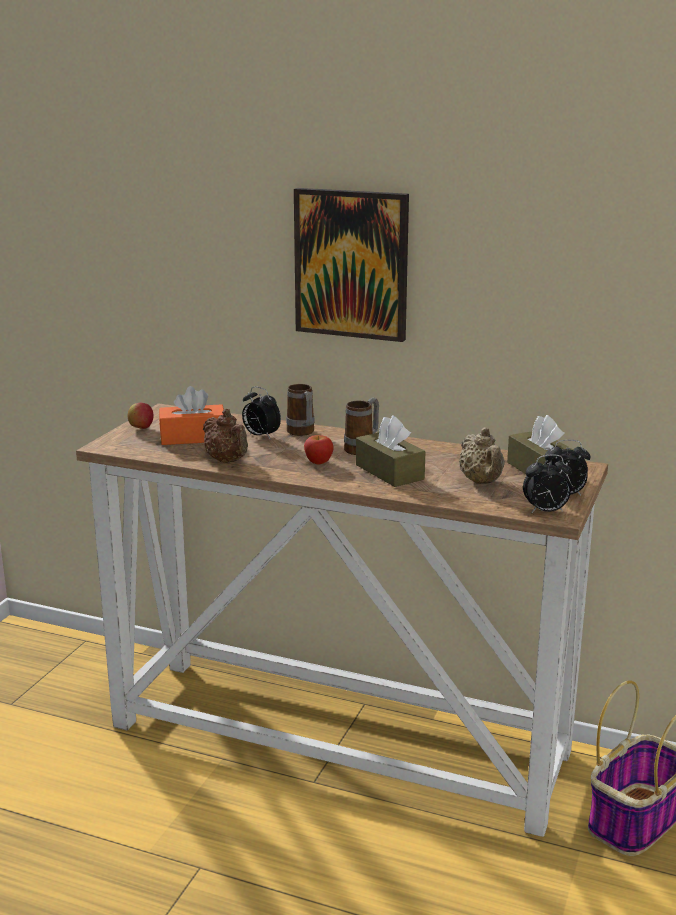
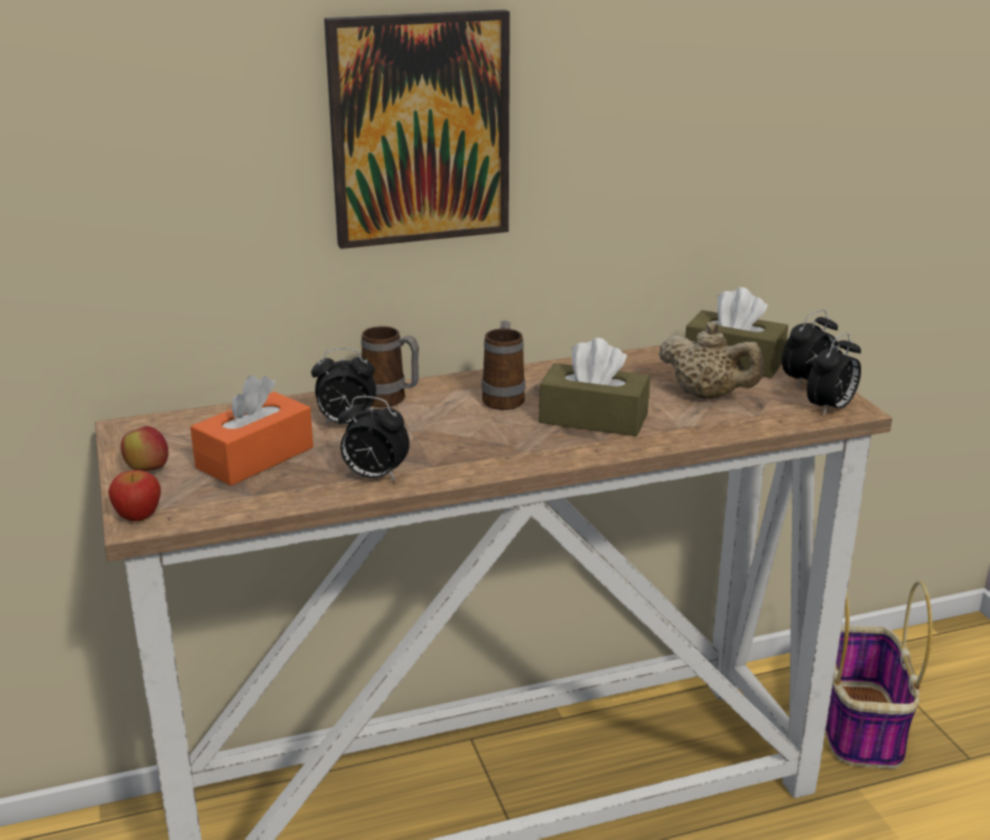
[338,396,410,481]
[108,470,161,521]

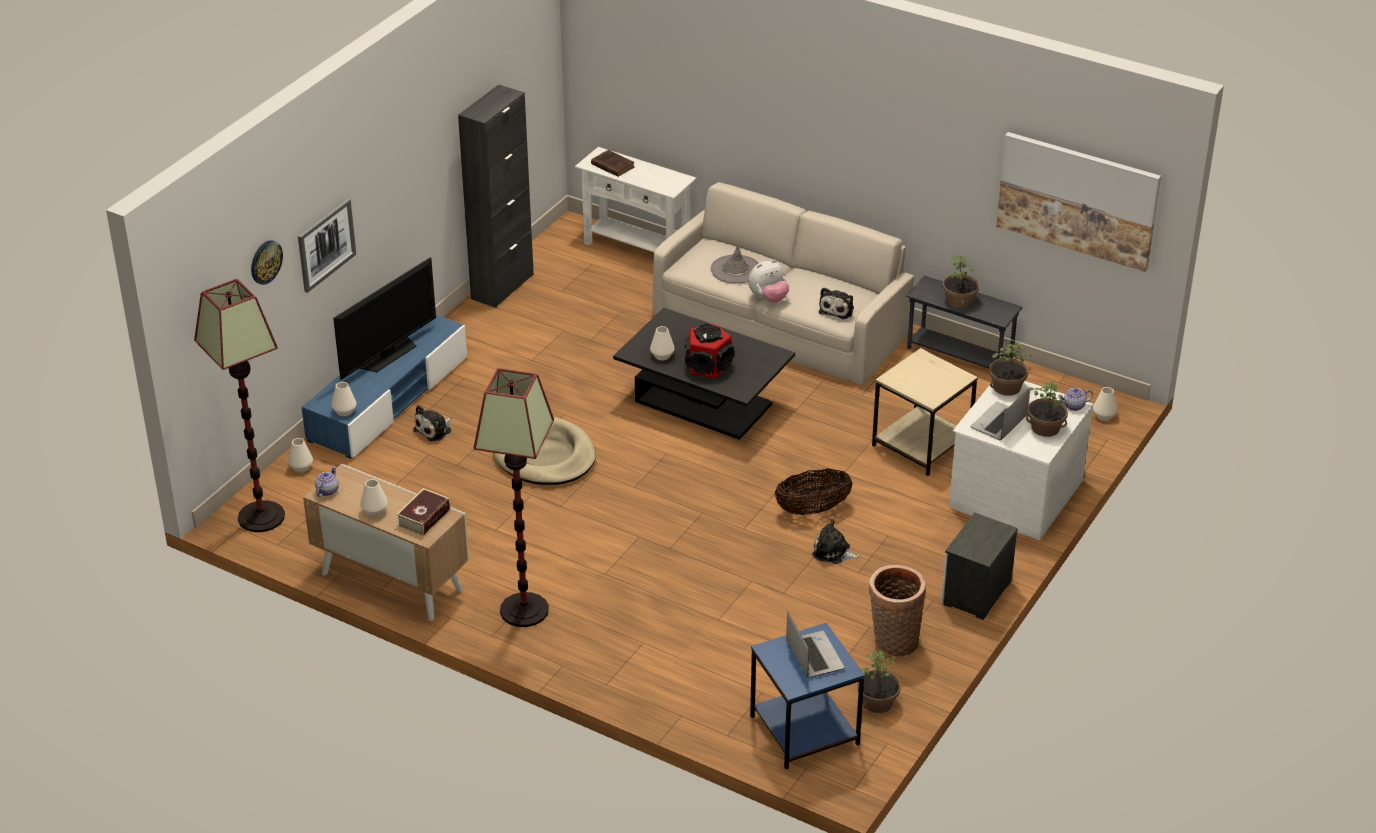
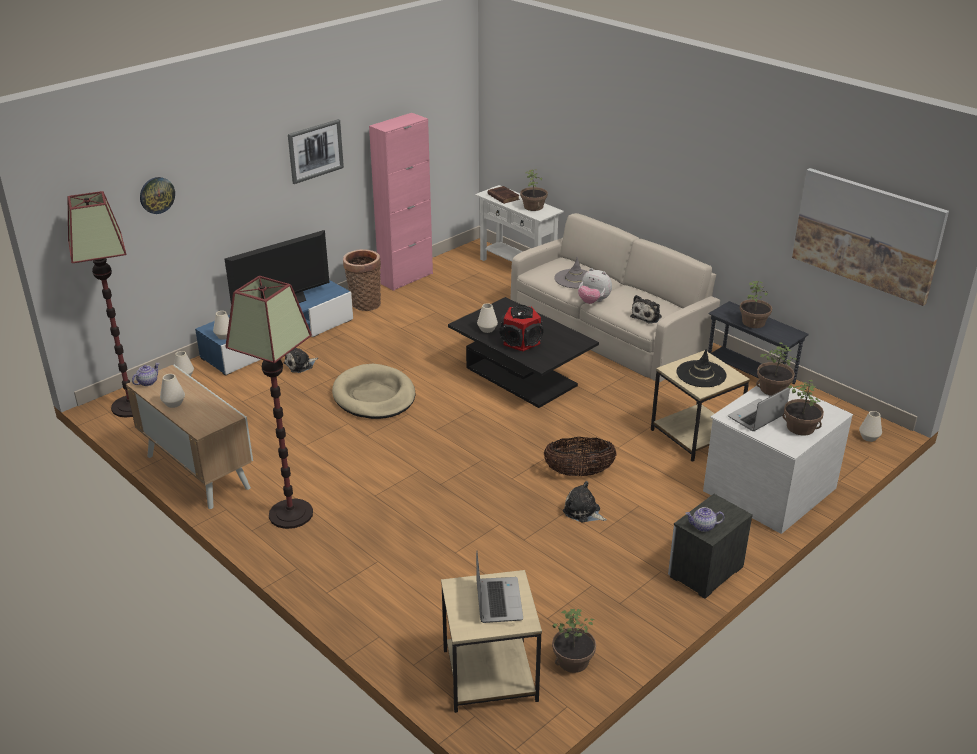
[369,113,433,291]
[288,119,344,184]
[578,268,612,304]
[685,507,724,532]
[396,488,450,536] (first image)
[343,249,381,311]
[441,570,542,713]
[520,169,548,211]
[677,349,727,387]

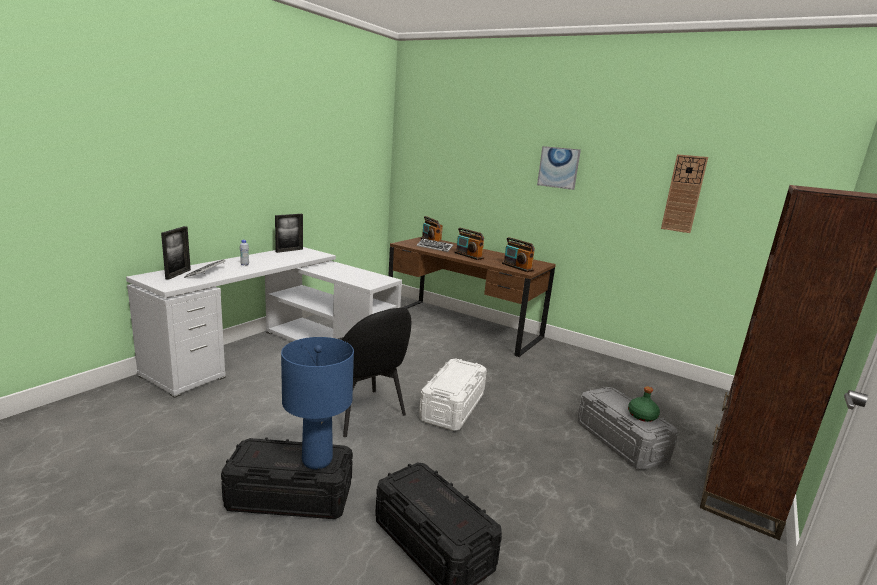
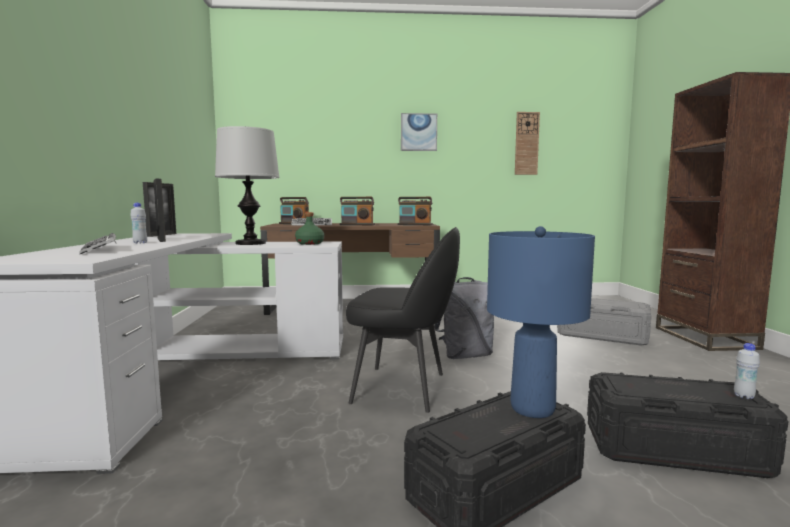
[154,179,166,242]
[434,277,494,359]
[295,212,325,245]
[215,126,280,245]
[734,343,760,399]

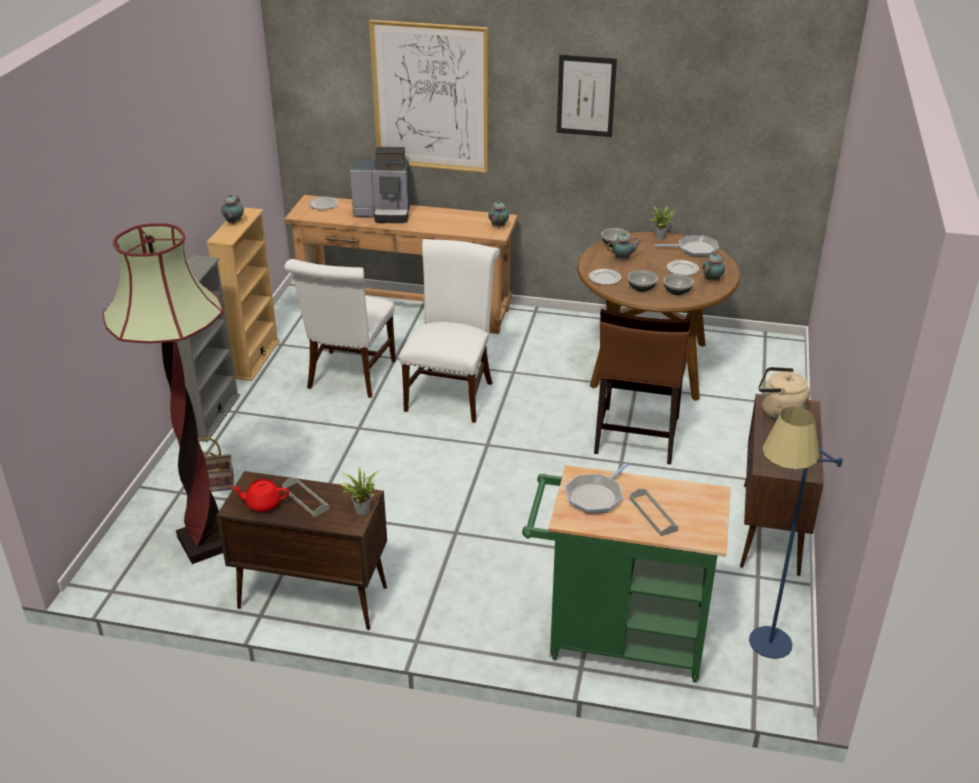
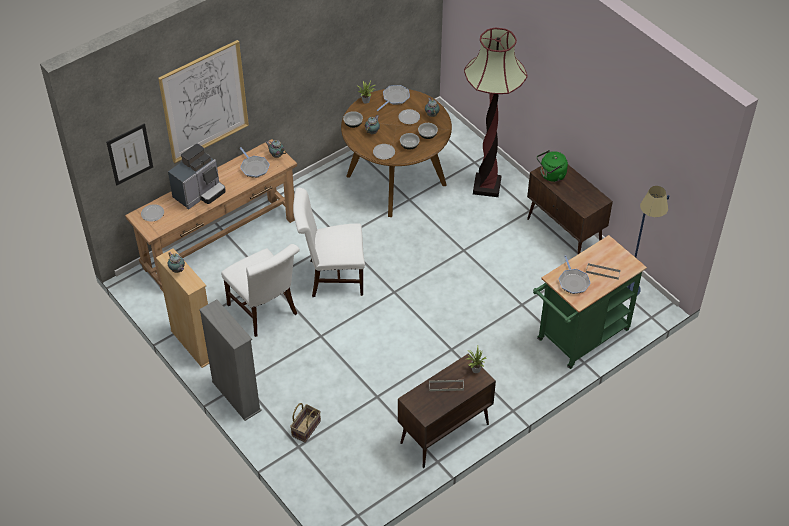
[106,123,153,186]
[464,28,527,197]
[293,188,365,297]
[594,309,691,465] (first image)
[537,150,568,182]
[231,479,289,512] (first image)
[240,147,270,178]

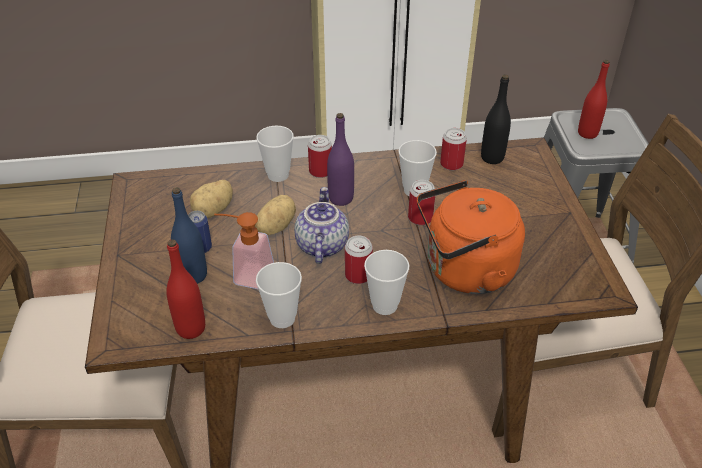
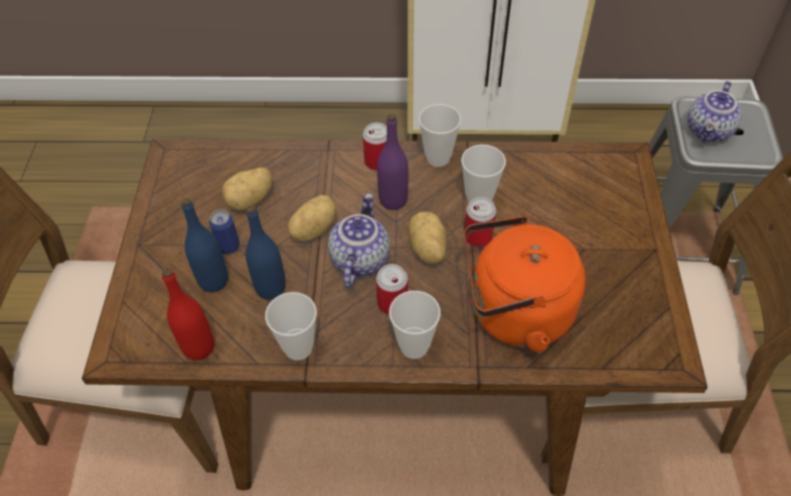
[688,81,742,143]
[481,74,511,164] (first image)
[419,104,461,167]
[440,128,467,170] (first image)
[246,205,286,300]
[409,212,447,264]

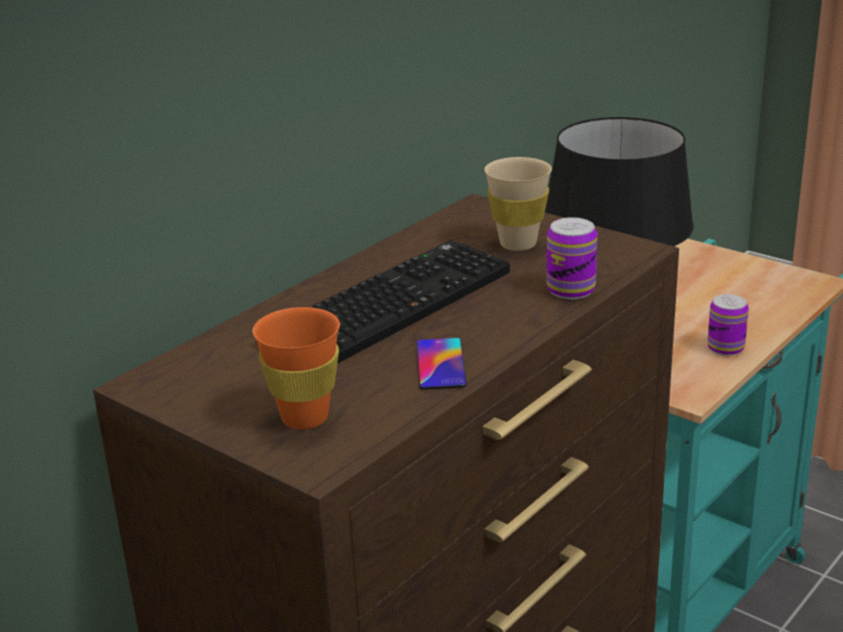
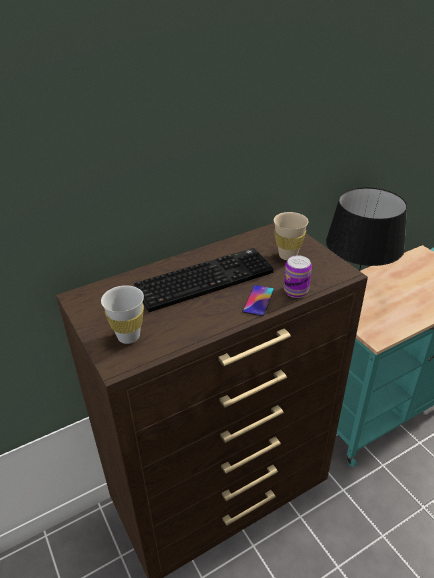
[707,294,749,356] (first image)
[101,285,144,344]
[242,285,274,316]

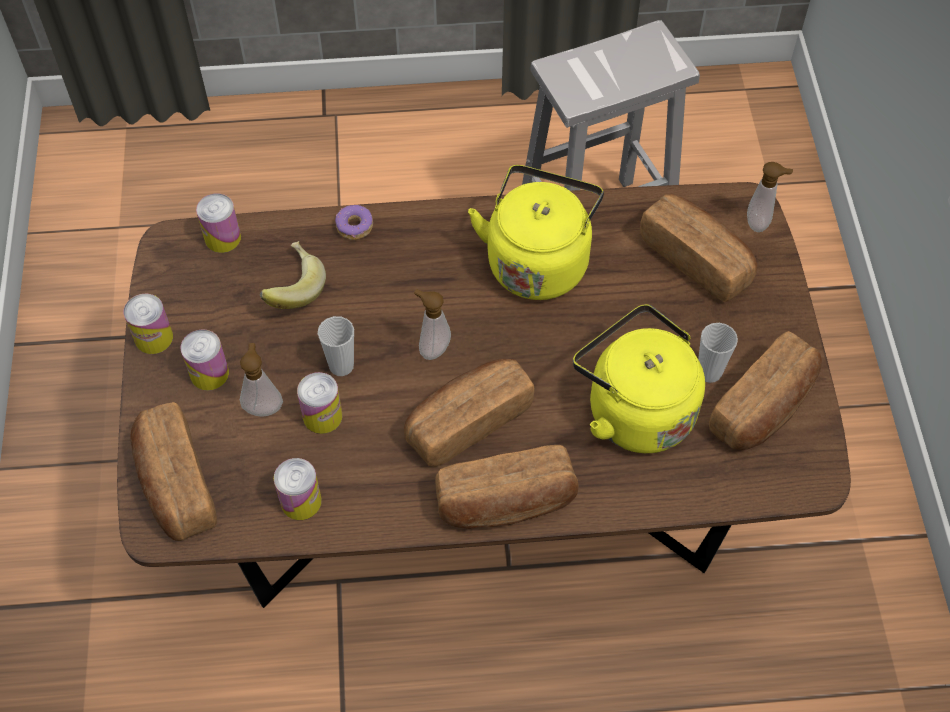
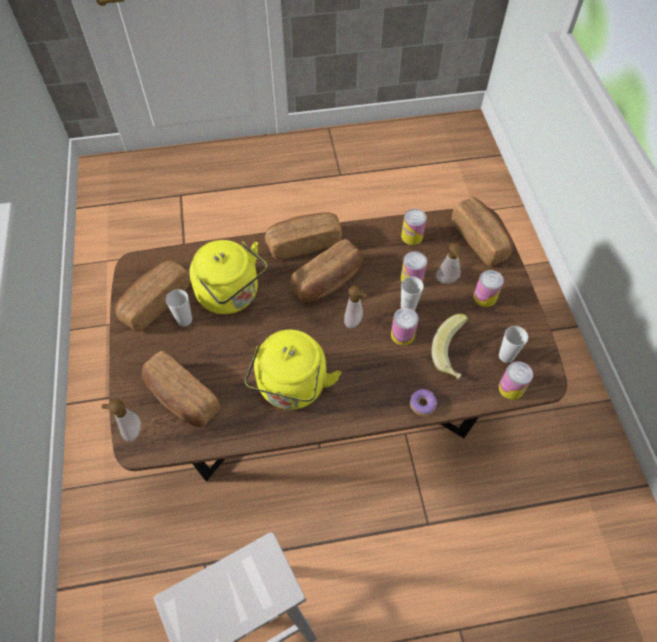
[391,308,419,345]
[499,326,528,363]

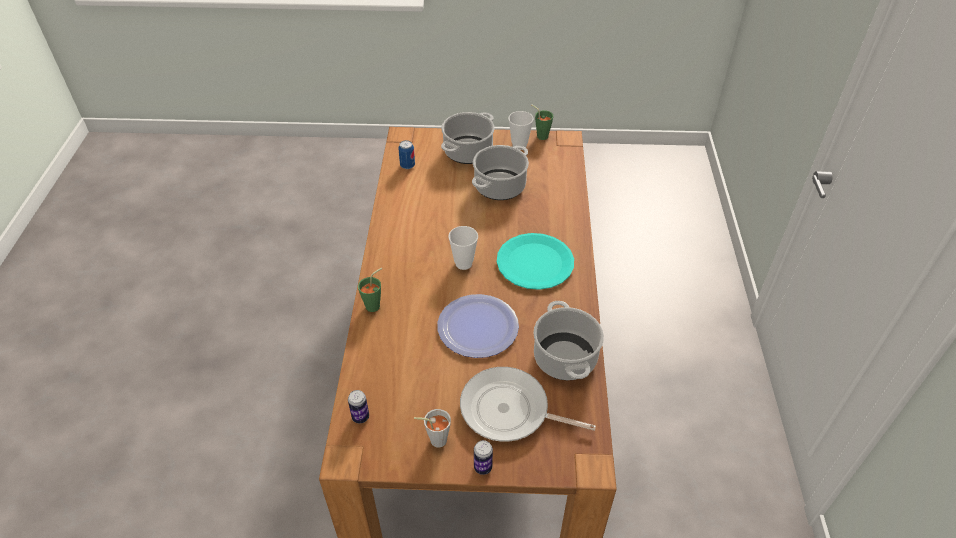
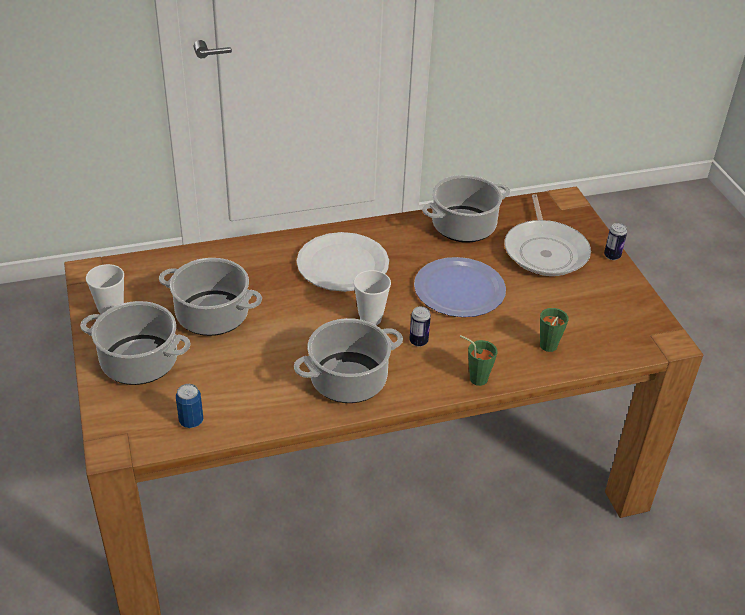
[540,308,568,352]
[296,232,389,292]
[409,306,431,347]
[414,409,451,447] (first image)
[294,318,403,403]

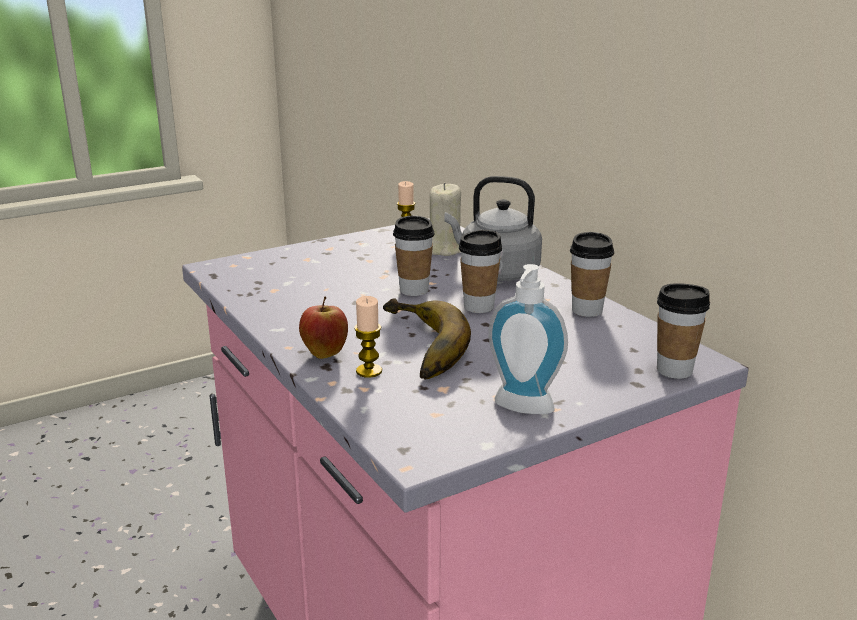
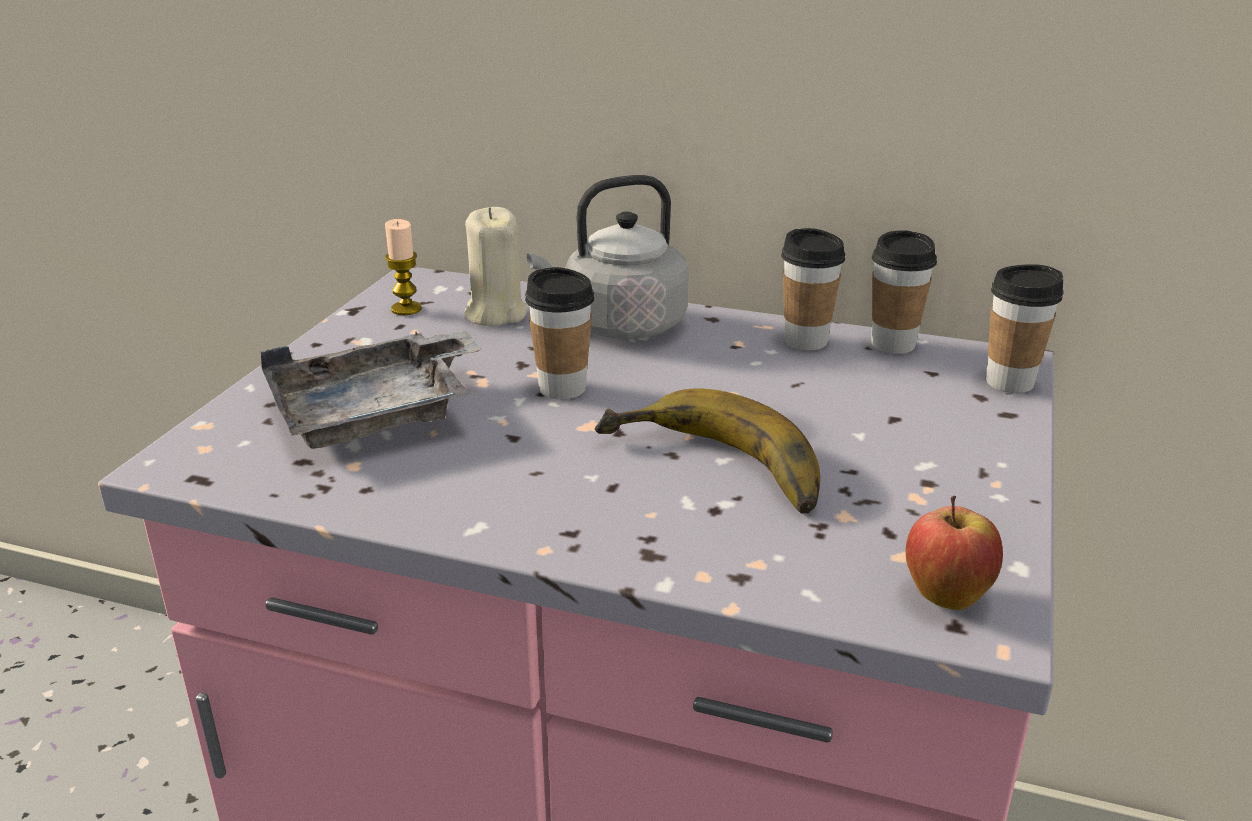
[871,230,937,354]
[488,264,568,414] (first image)
[906,495,1003,610]
[354,296,382,378] (first image)
[261,330,482,449]

